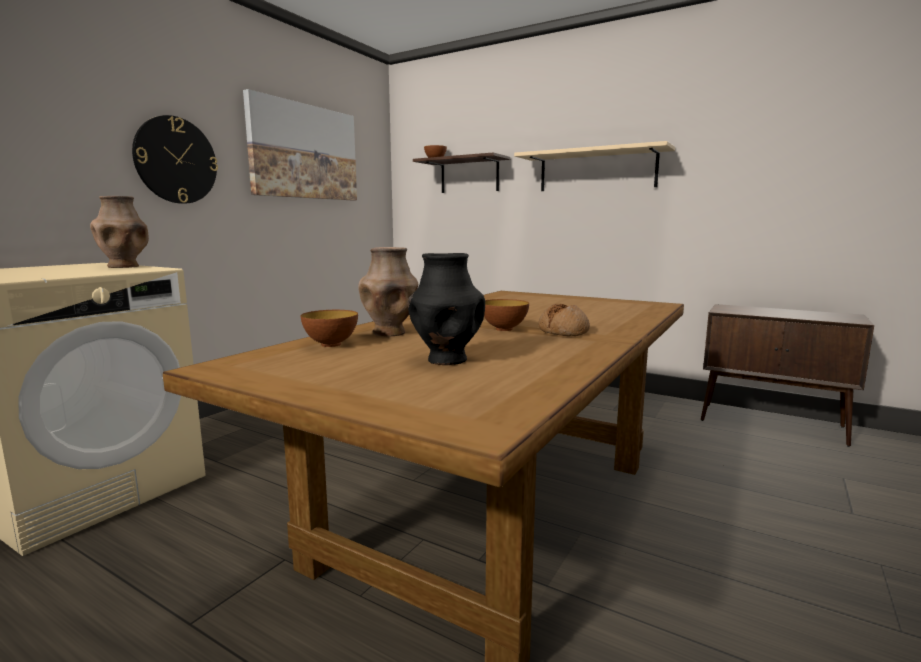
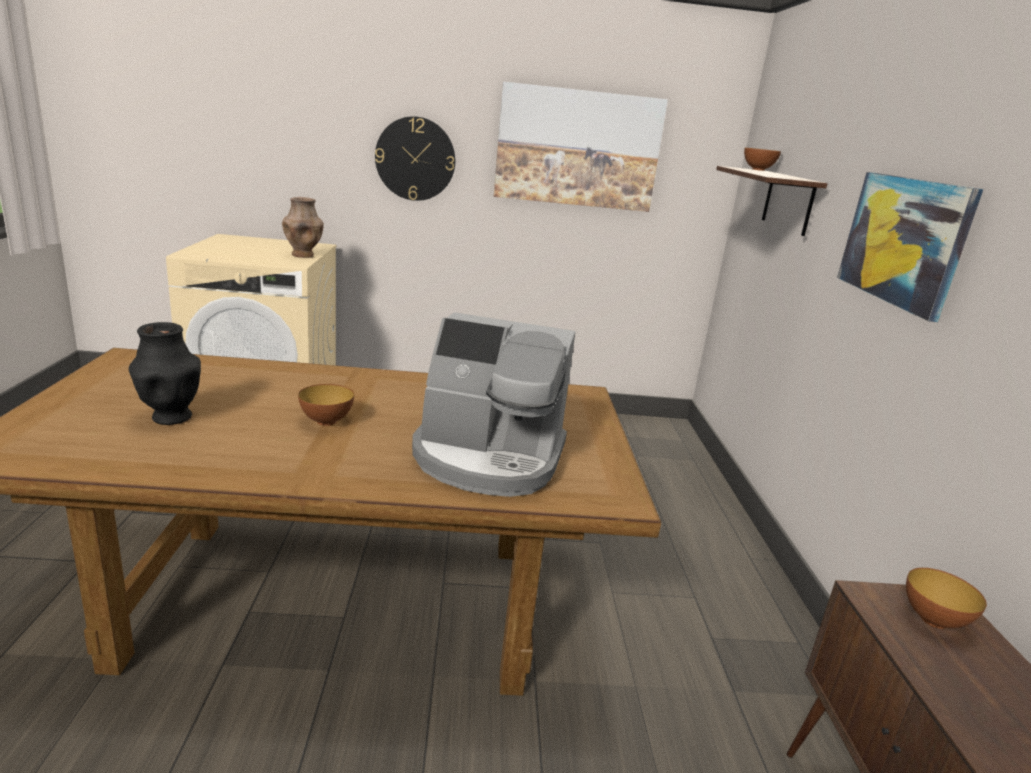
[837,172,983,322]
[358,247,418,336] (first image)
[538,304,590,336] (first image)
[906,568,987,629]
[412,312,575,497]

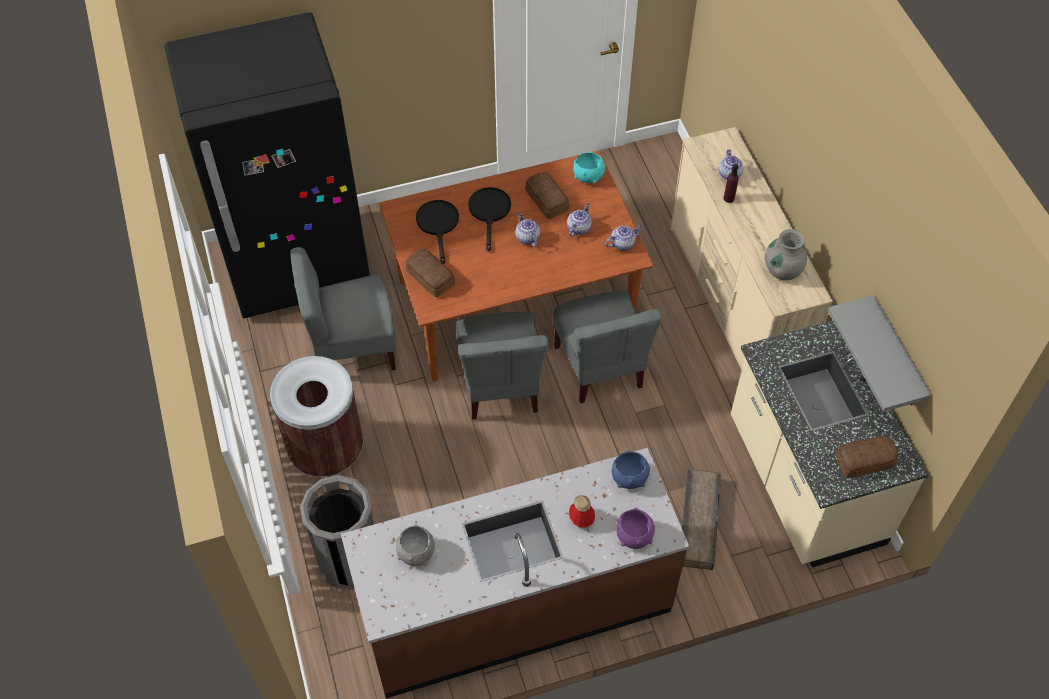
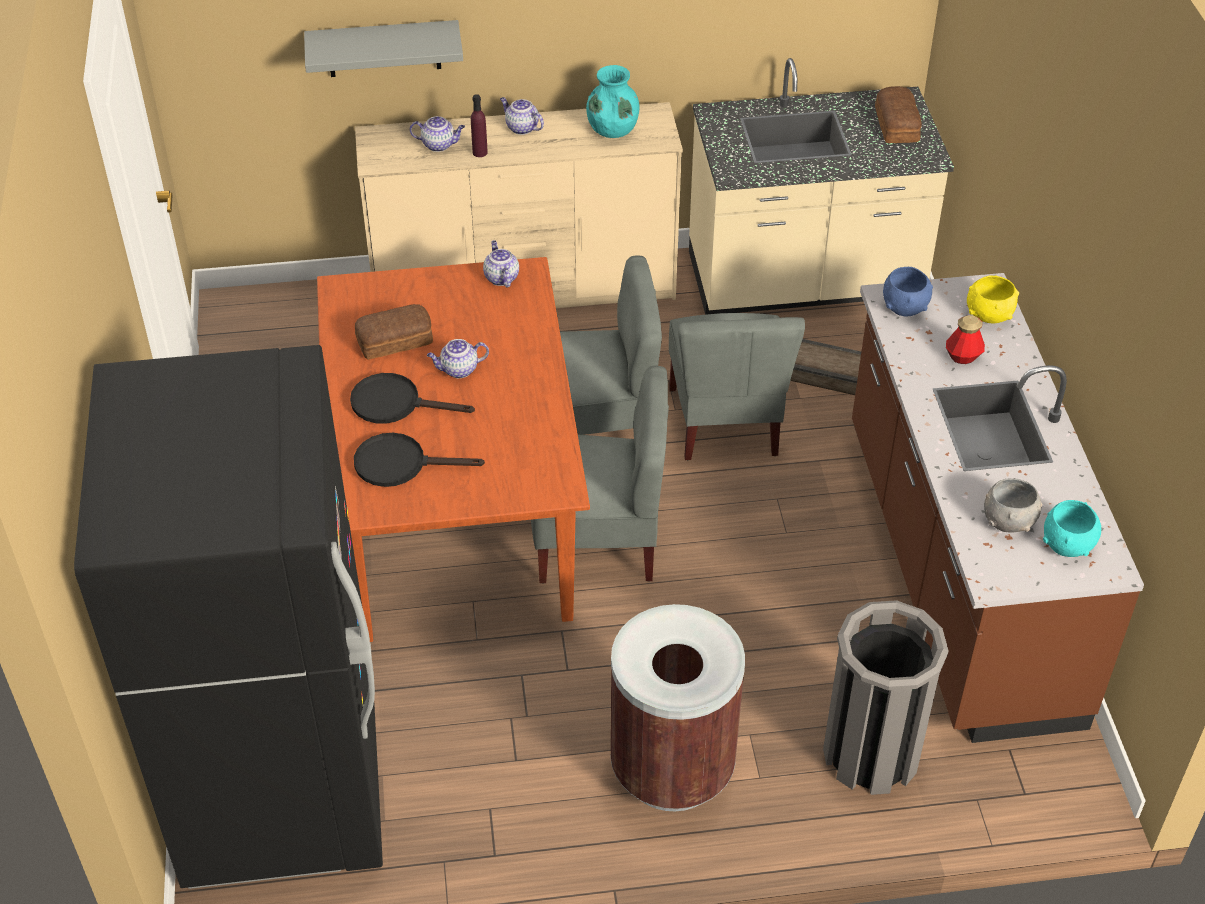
[1043,500,1101,557]
[500,97,544,135]
[586,65,640,138]
[669,313,805,460]
[406,249,455,297] (first image)
[304,20,463,77]
[967,275,1019,323]

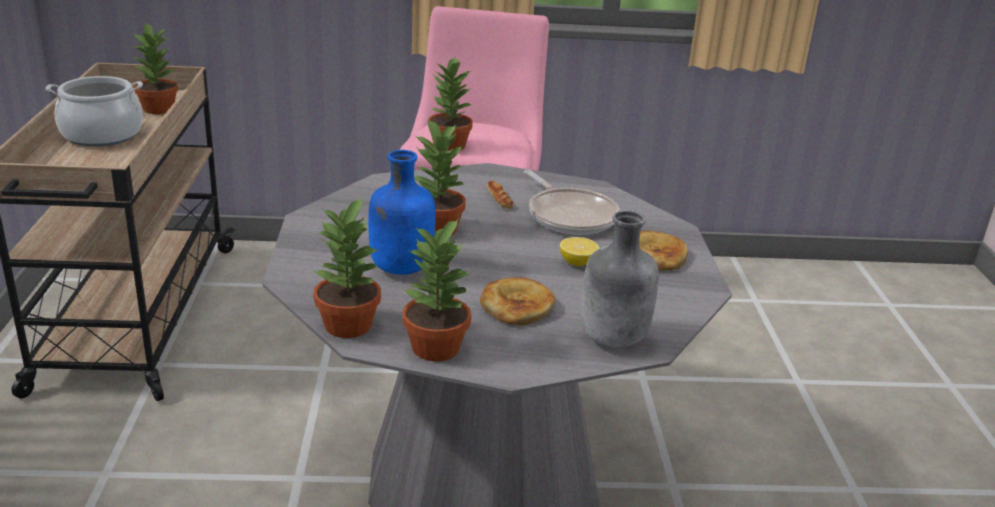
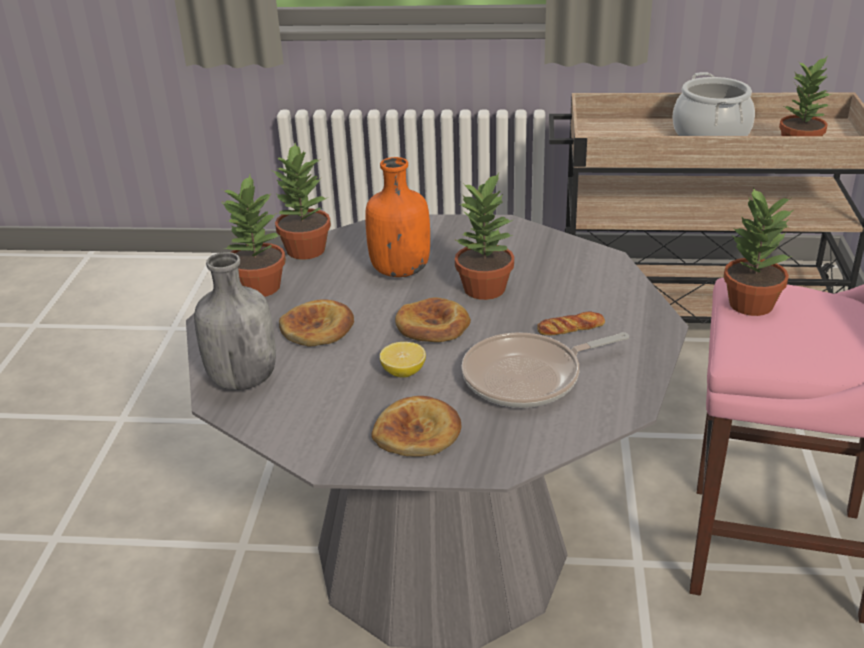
[365,157,430,277]
[395,297,471,342]

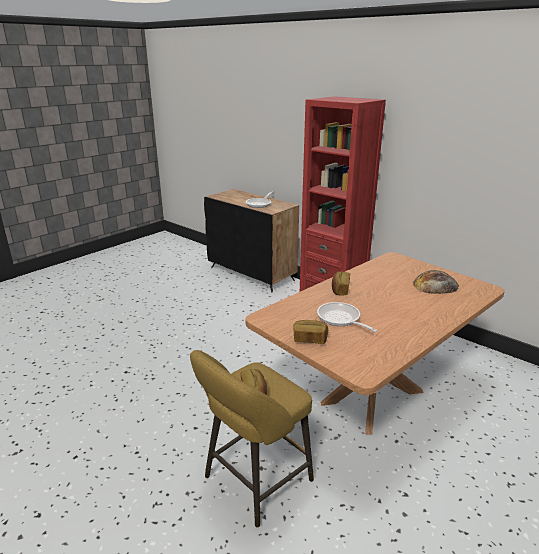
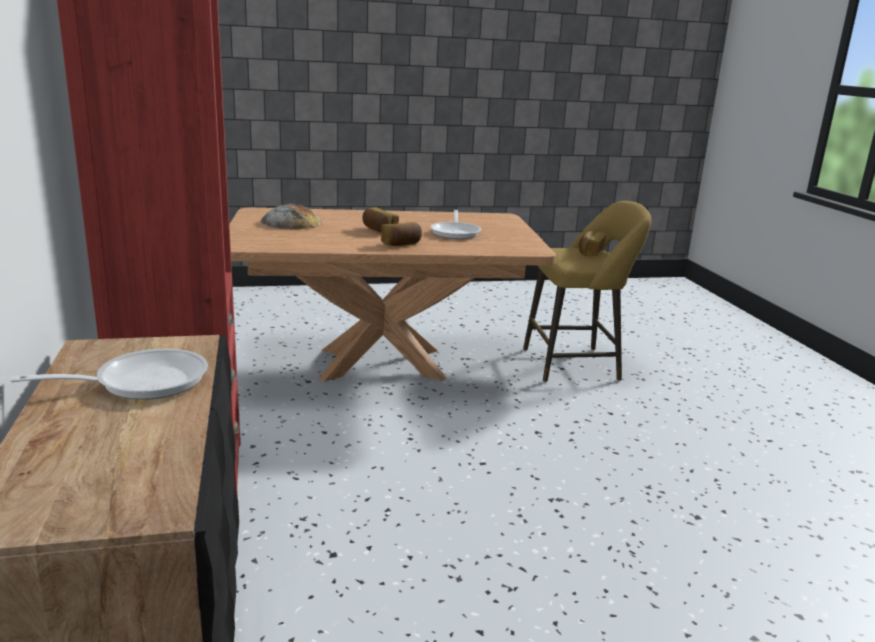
[362,207,399,233]

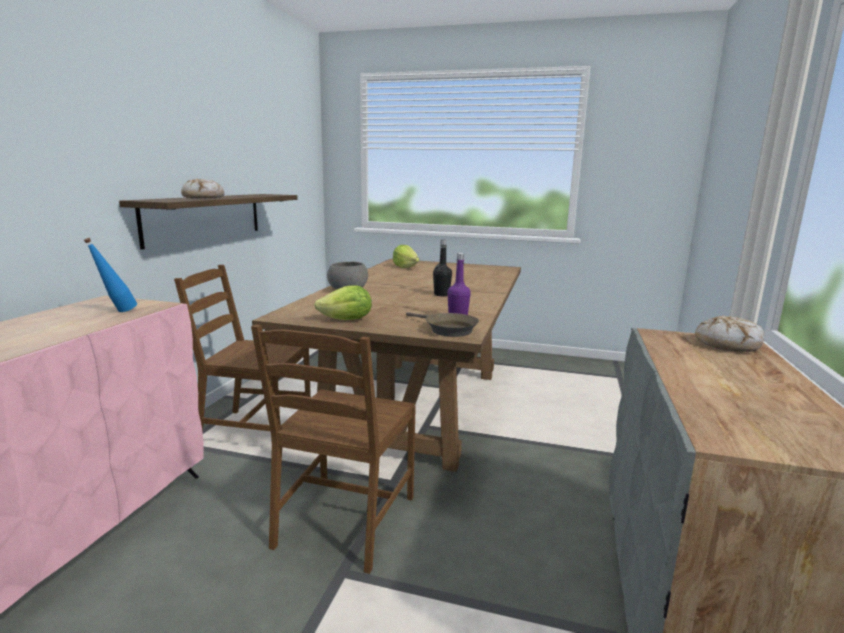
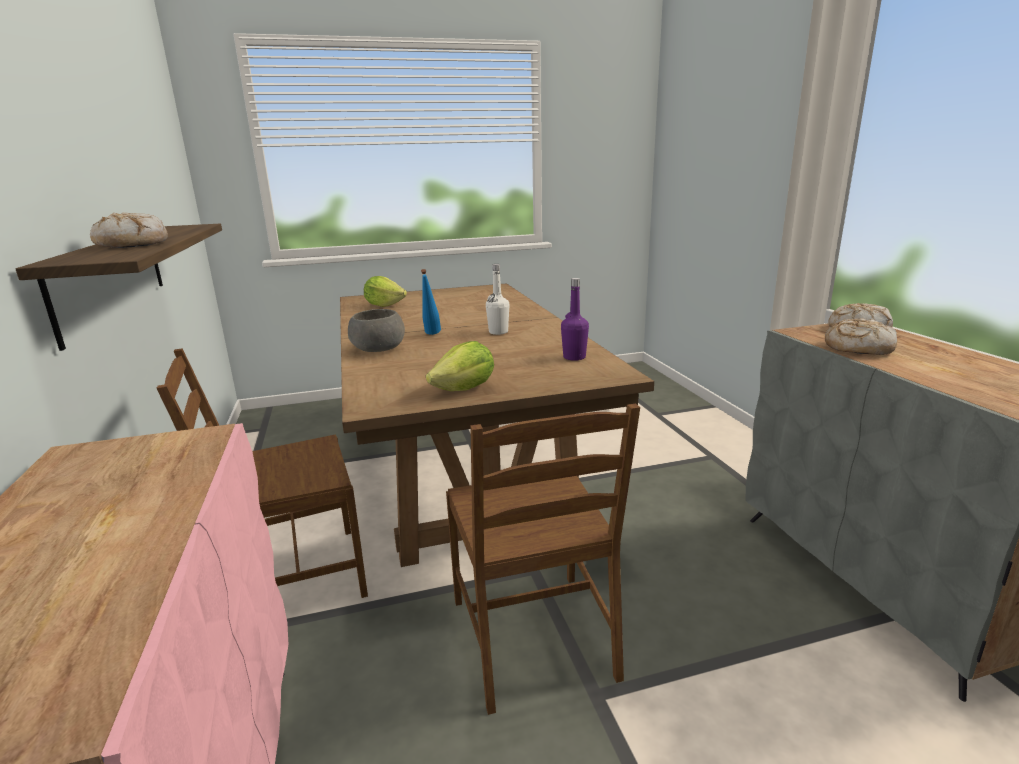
[421,269,441,335]
[486,264,509,335]
[406,312,479,337] (first image)
[825,318,897,355]

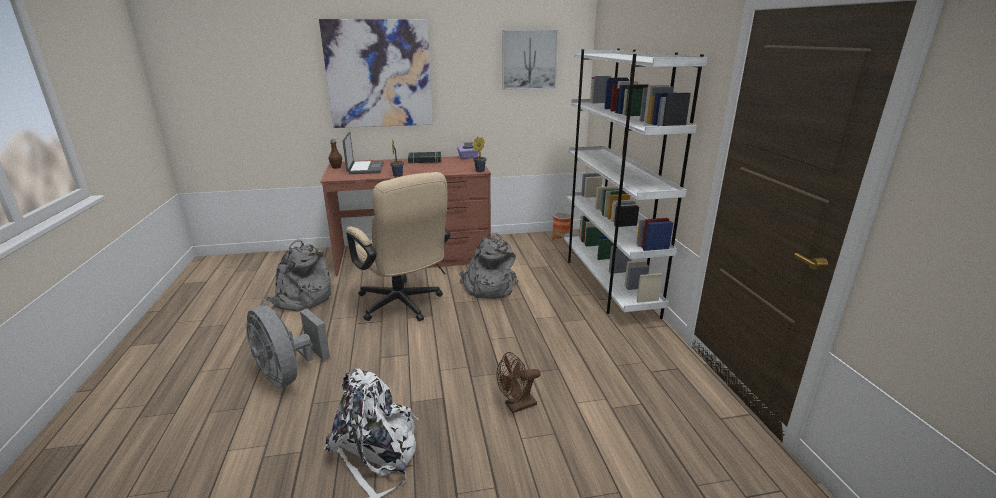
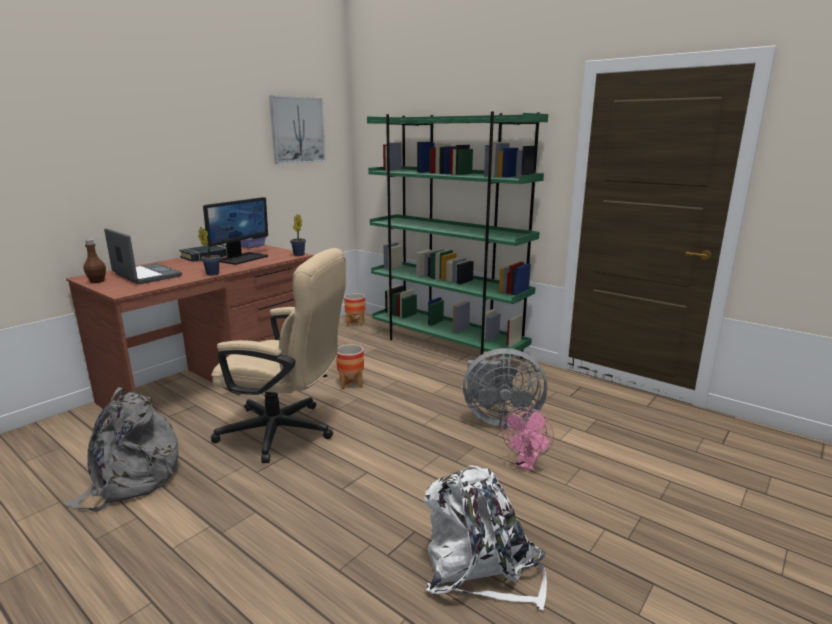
[319,19,433,128] (first image)
[367,111,548,361]
[336,344,364,390]
[463,348,547,427]
[502,407,554,471]
[203,197,268,265]

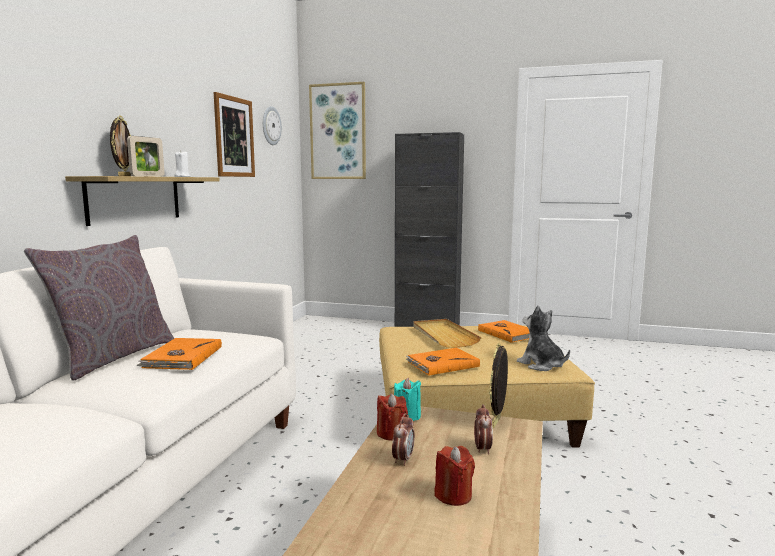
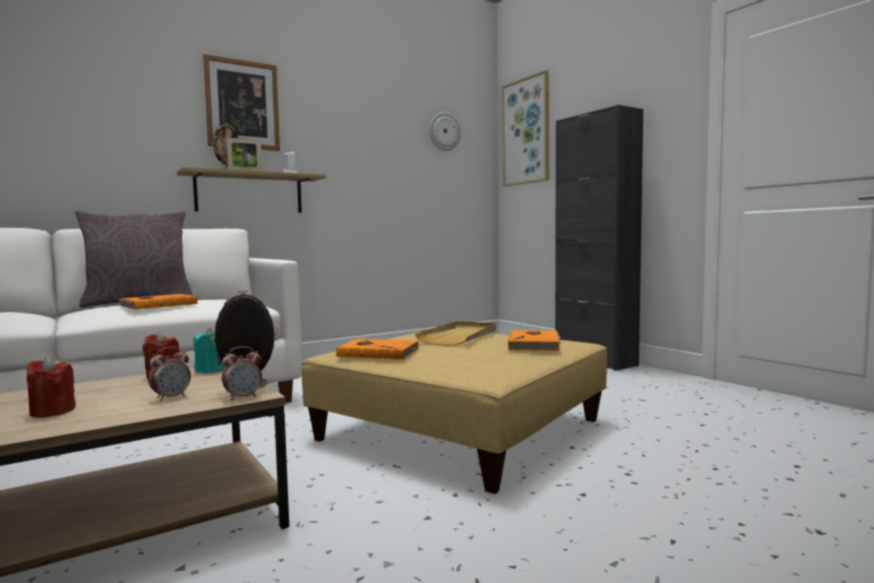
[203,54,280,151]
[517,305,570,371] (first image)
[221,346,262,401]

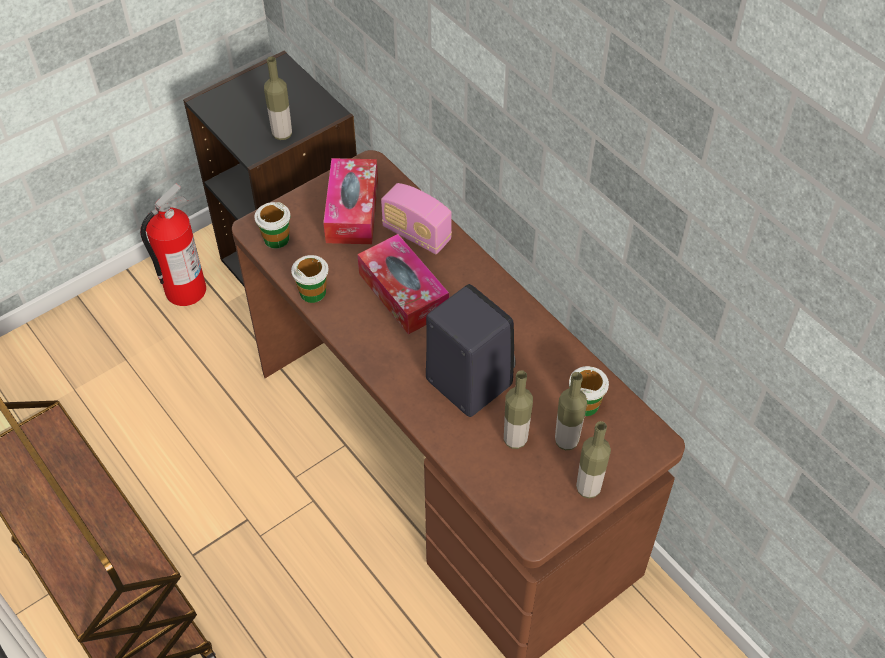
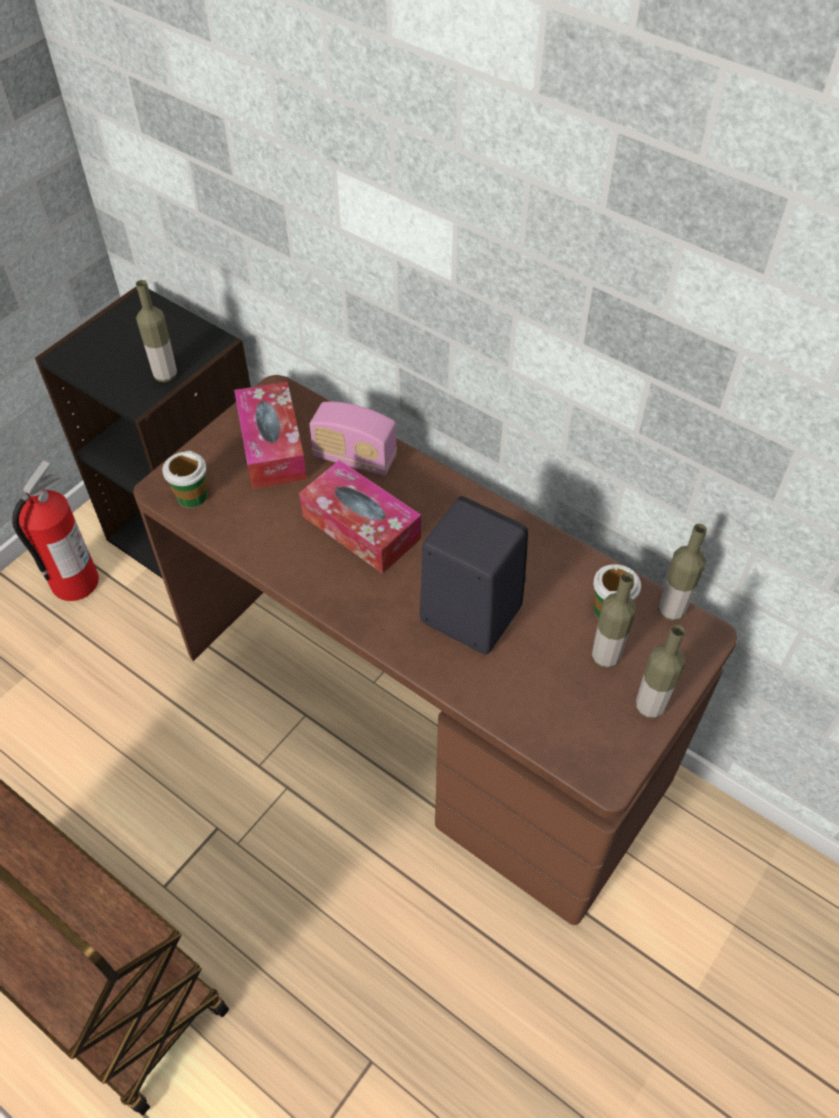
[291,255,329,303] (first image)
[658,523,707,621]

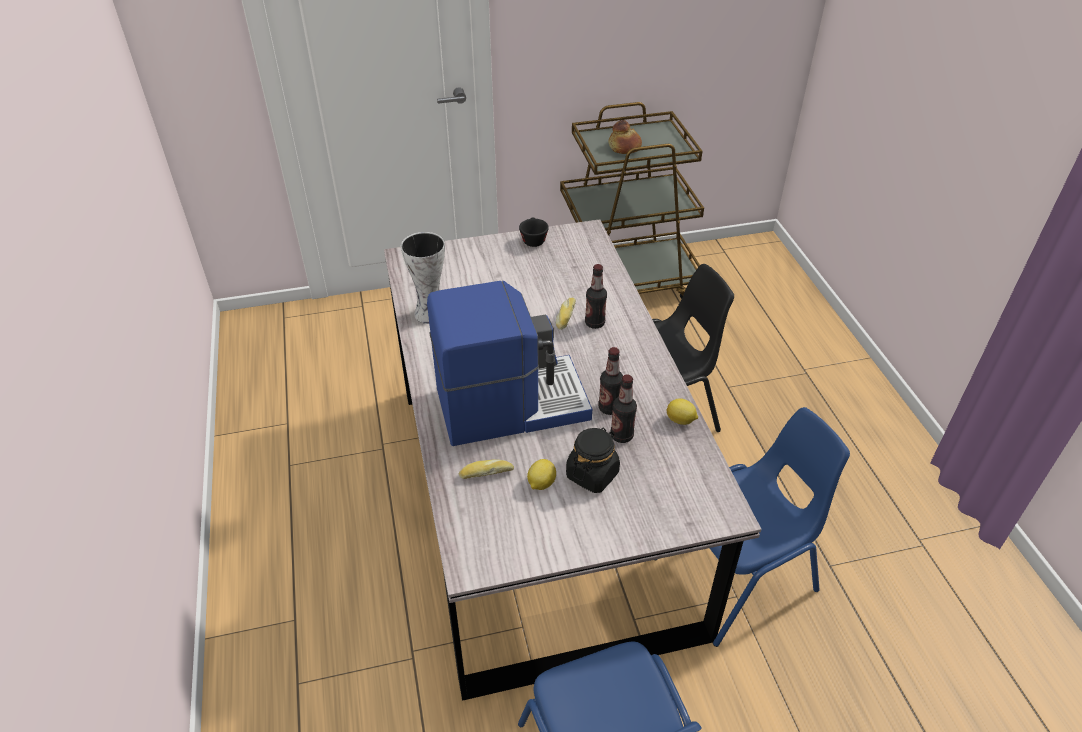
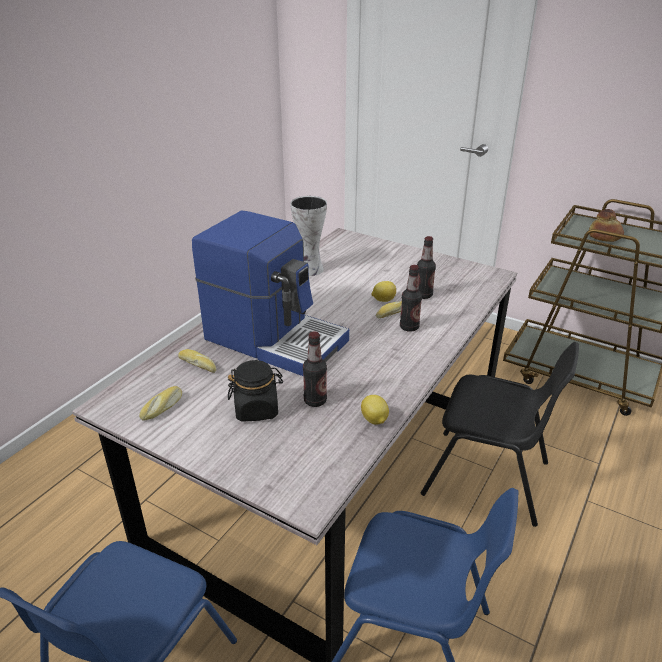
[519,218,549,247] (first image)
[417,236,436,299]
[372,281,396,302]
[139,386,182,421]

